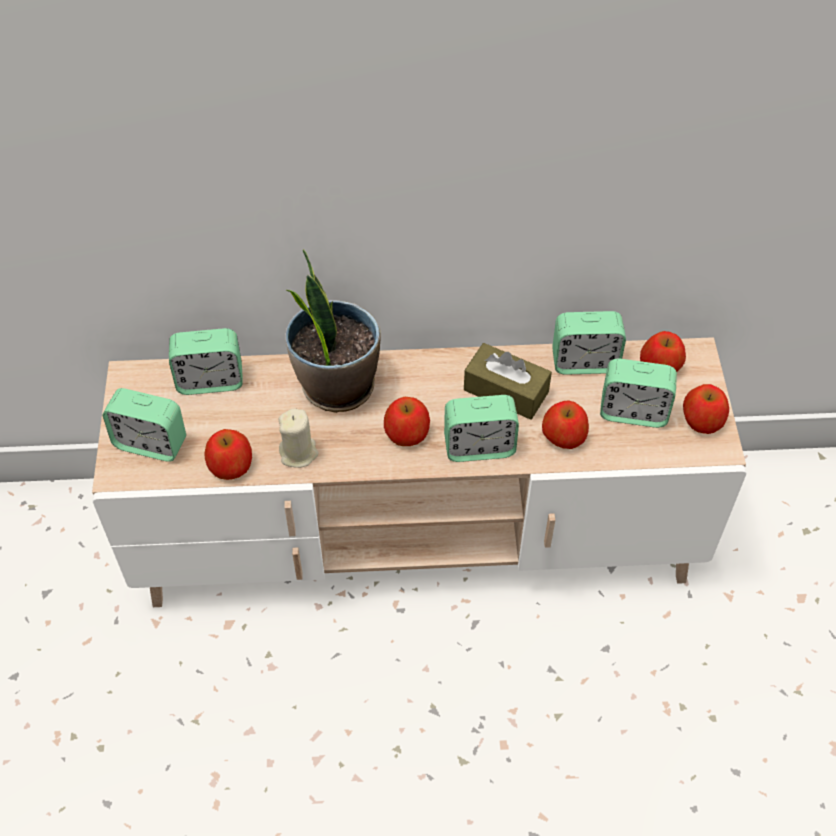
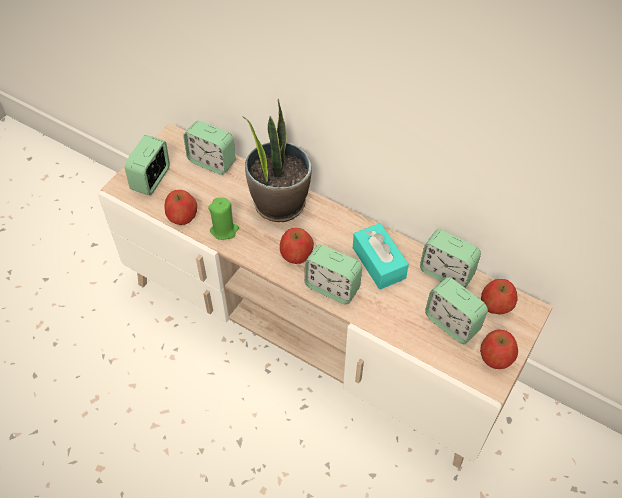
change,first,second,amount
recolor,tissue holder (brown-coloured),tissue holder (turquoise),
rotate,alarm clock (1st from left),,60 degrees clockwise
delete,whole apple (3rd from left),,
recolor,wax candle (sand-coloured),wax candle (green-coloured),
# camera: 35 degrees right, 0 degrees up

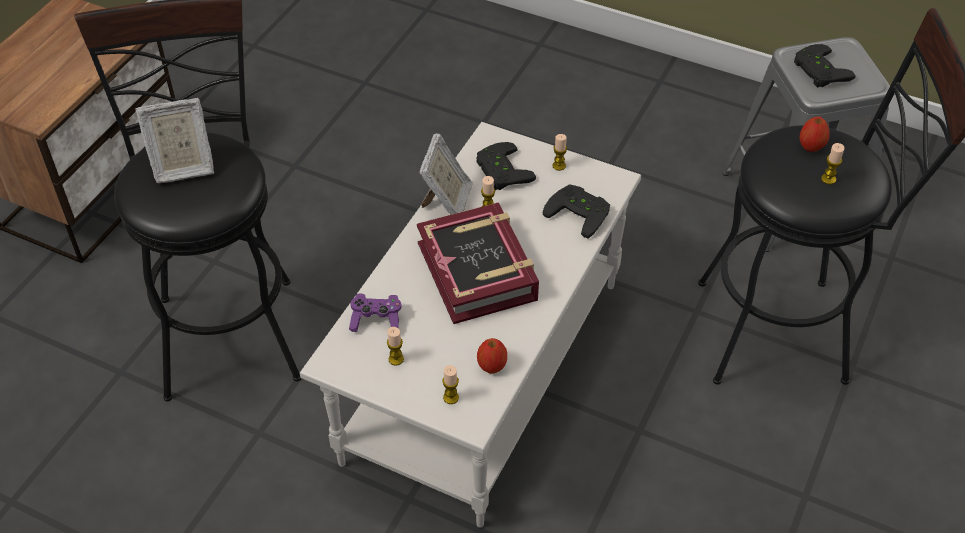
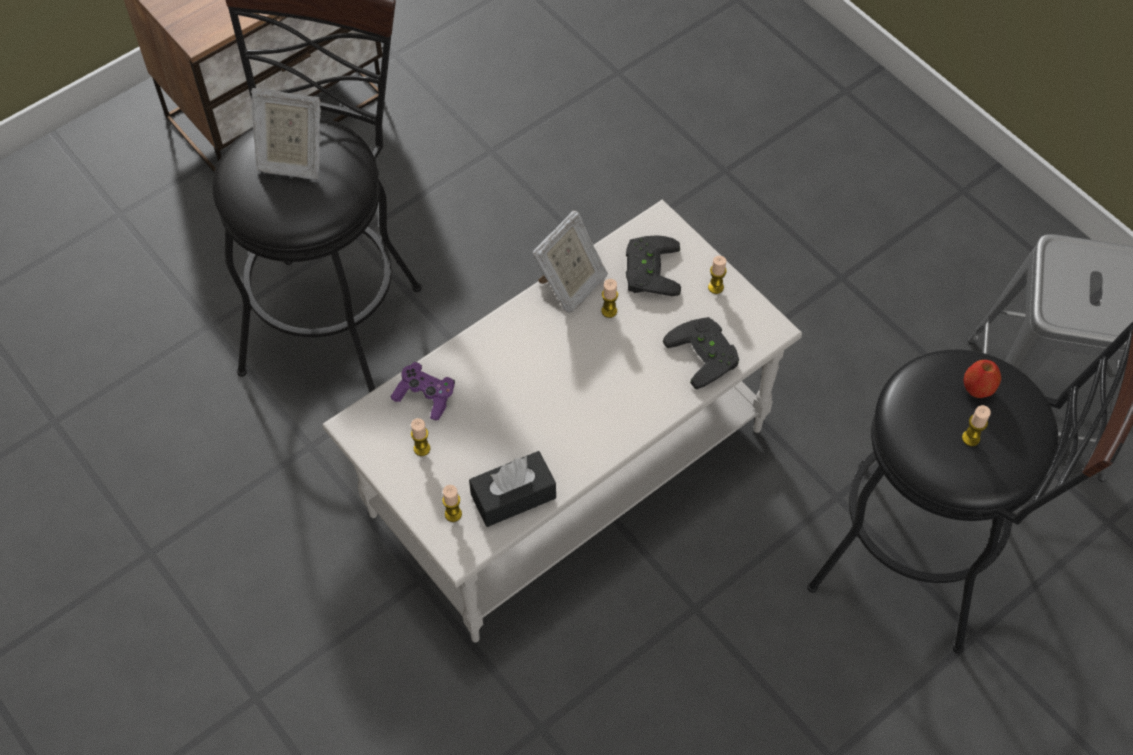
change,first,second,amount
delete,gamepad (blackish) (3rd from left),,
delete,bound book,,
replace,whole apple (1st from left),tissue holder (blackish),
# camera: 25 degrees right, 10 degrees up

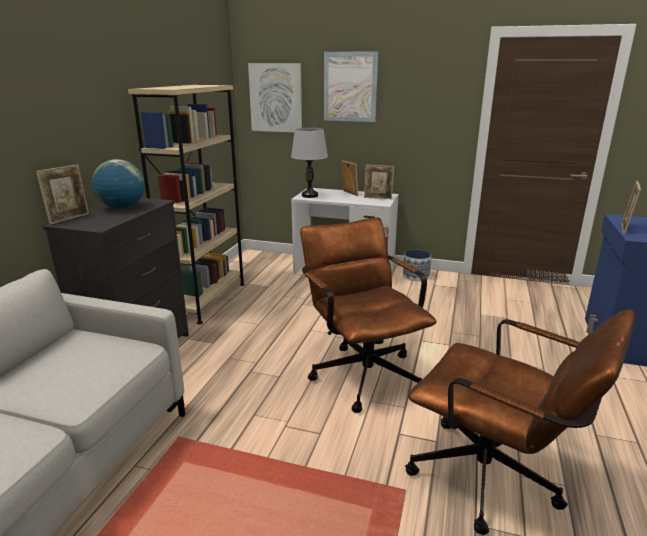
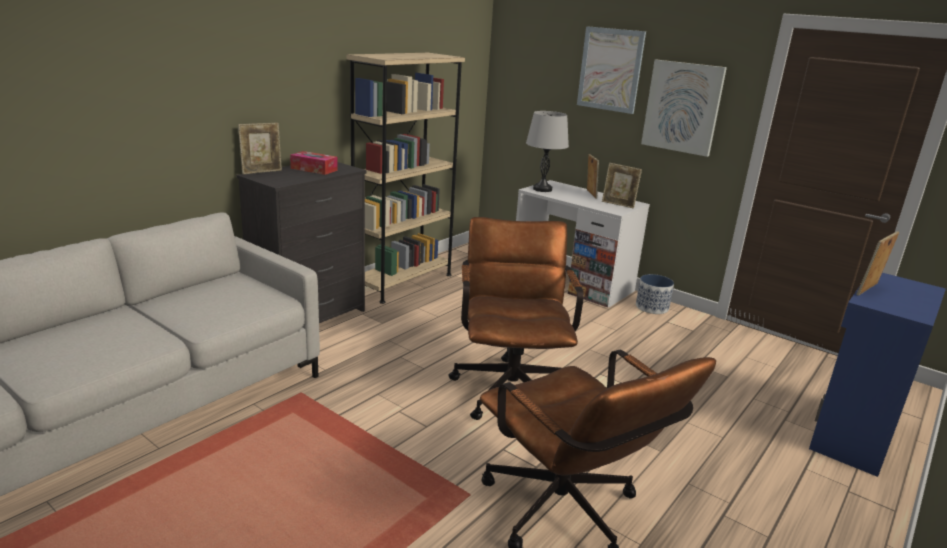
change,first,second,amount
move,wall art (1st from left in the first image),wall art (2nd from left),
replace,desk globe,tissue holder,
# camera: 20 degrees right, 0 degrees up

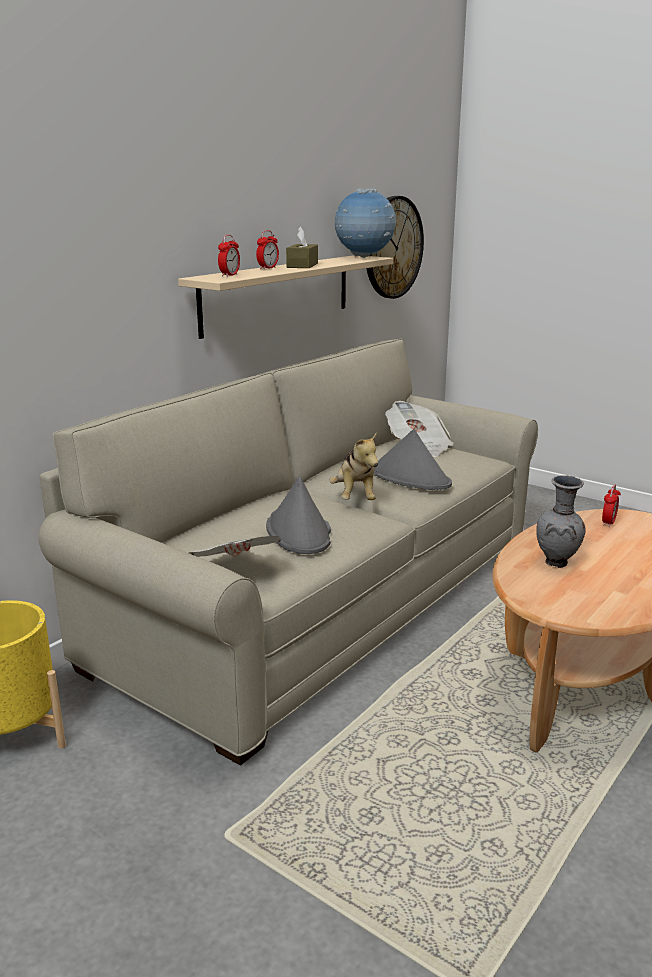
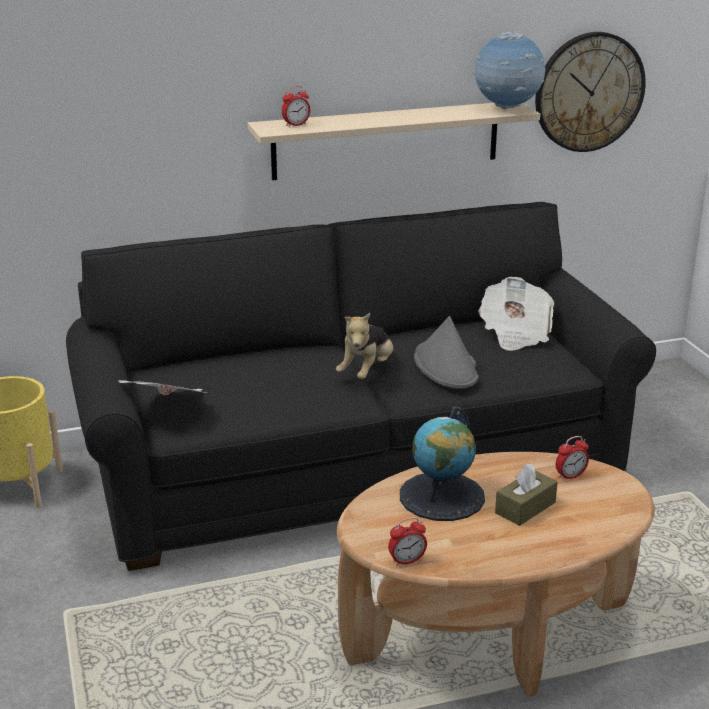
change,first,second,amount
move,tissue holder (brown-coloured),,
move,alarm clock (2nd from left),,
recolor,couch (sand-coloured),couch (blackish),
replace,flower vase (gray),desk globe (1st from left),
delete,wearable hat (gray) (1st from left),,
# camera: 35 degrees right, 5 degrees up

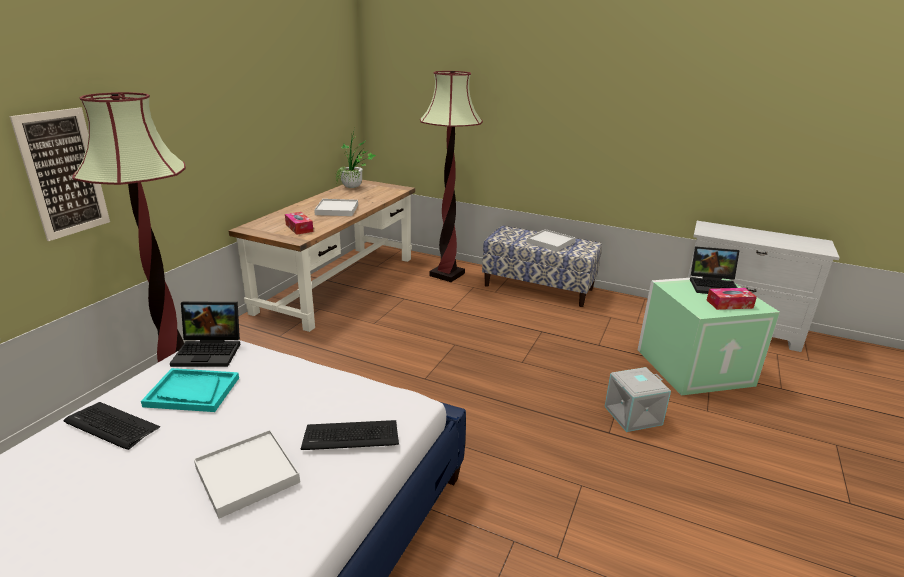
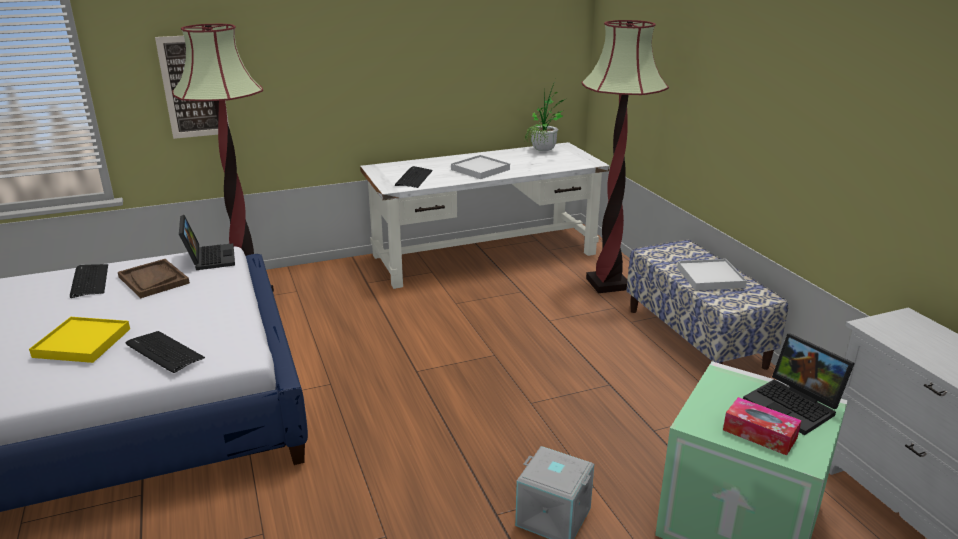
change,first,second,amount
recolor,desk (brown-coloured),desk (white),
replace,tissue holder (1st from left),PC keyboard (3rd from left),
rotate,notebook computer (1st from left),,150 degrees counterclockwise
recolor,carrying tray (turquoise),carrying tray (brown-coloured),
recolor,carrying tray (white) (1st from left),carrying tray (yellow-coloured),
# camera: 45 degrees right, 0 degrees up

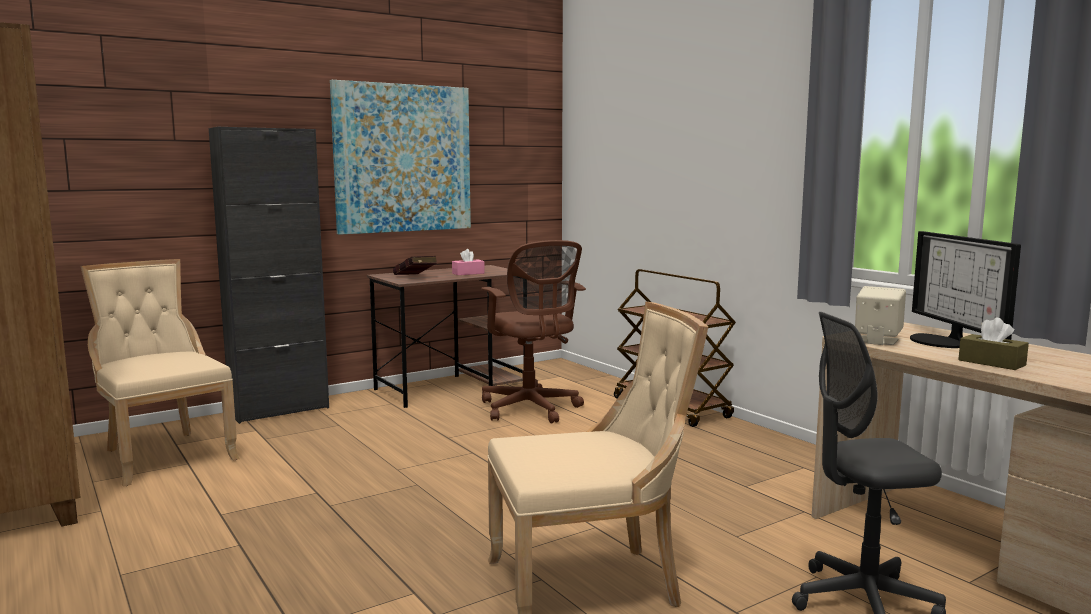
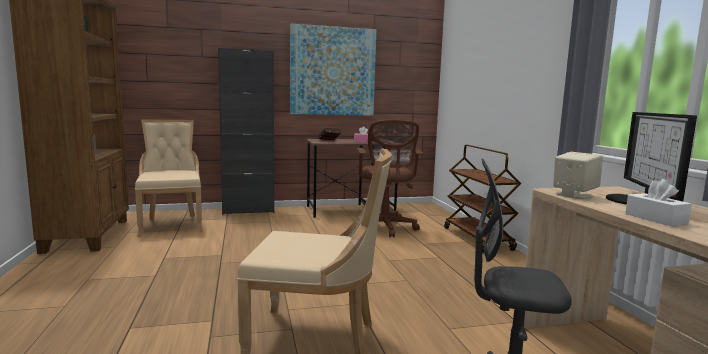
change,first,second,amount
recolor,tissue holder (brown-coloured),tissue holder (white),
# camera: 20 degrees right, 0 degrees up

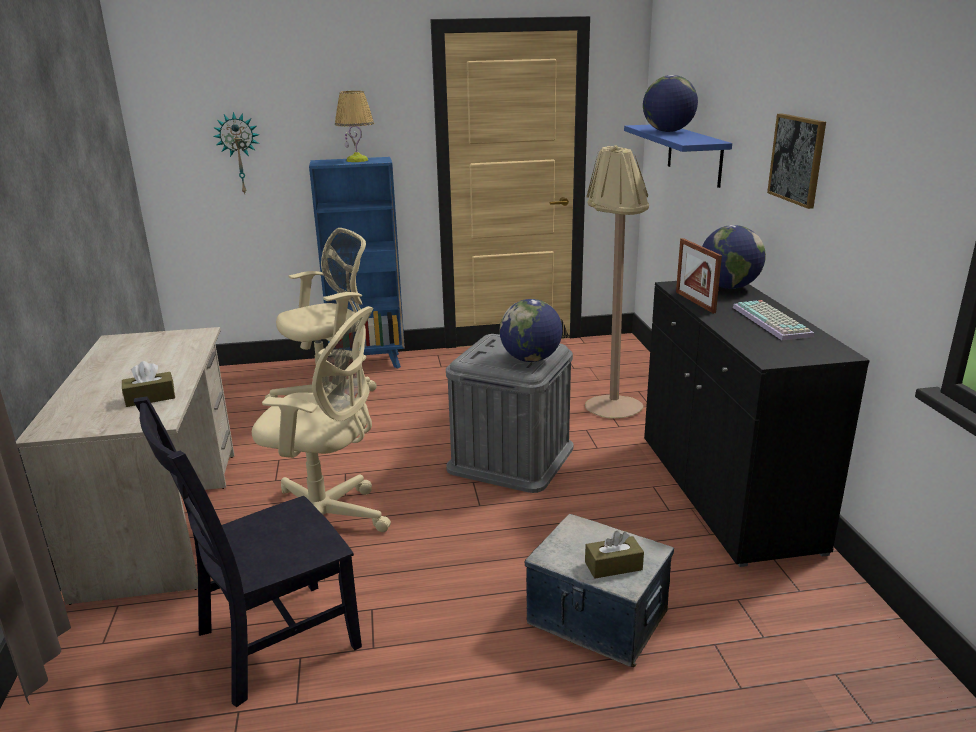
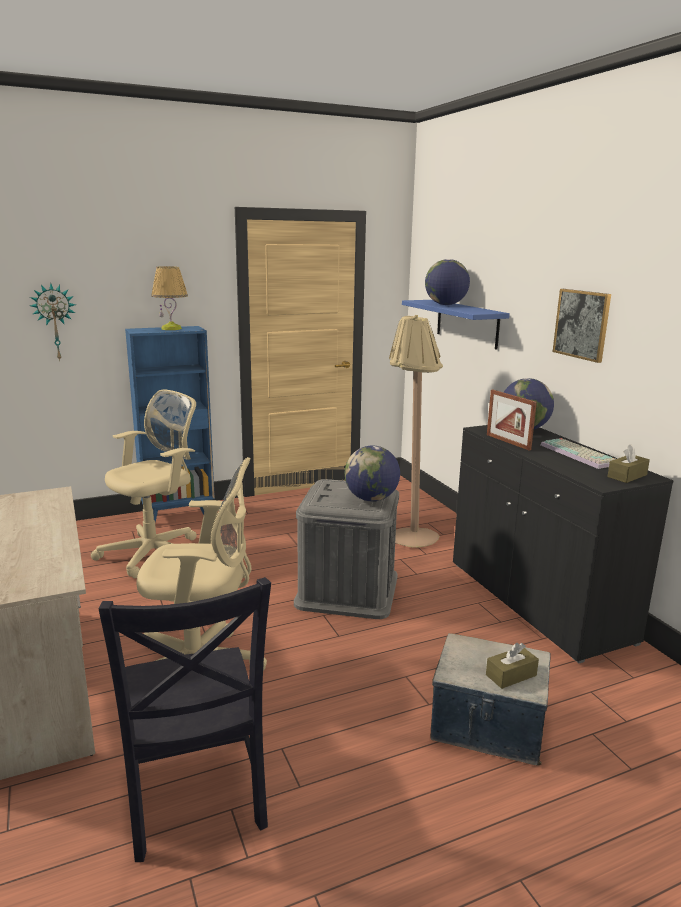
change,first,second,amount
move,tissue holder (brown-coloured) (1st from left in the first image),tissue holder (brown-coloured) (2nd from left),
rotate,plain chair (blackish),,60 degrees counterclockwise
# camera: 15 degrees left, 5 degrees down

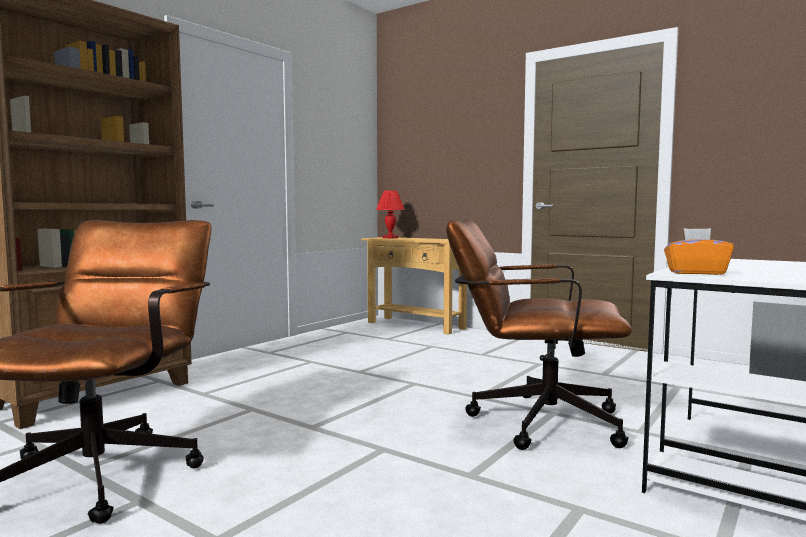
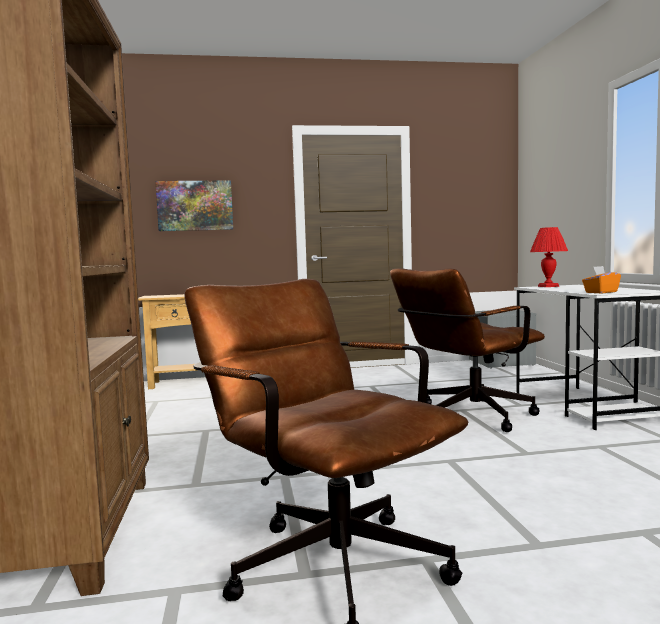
change,first,second,amount
move,tabletop lamp (red-coloured),,
insert,,wall art,
# camera: 45 degrees left, 0 degrees up

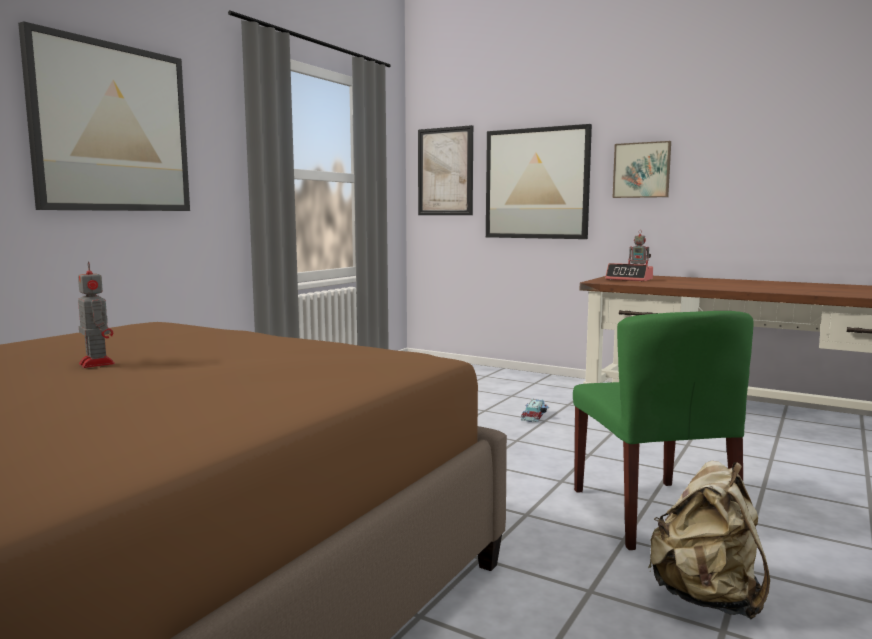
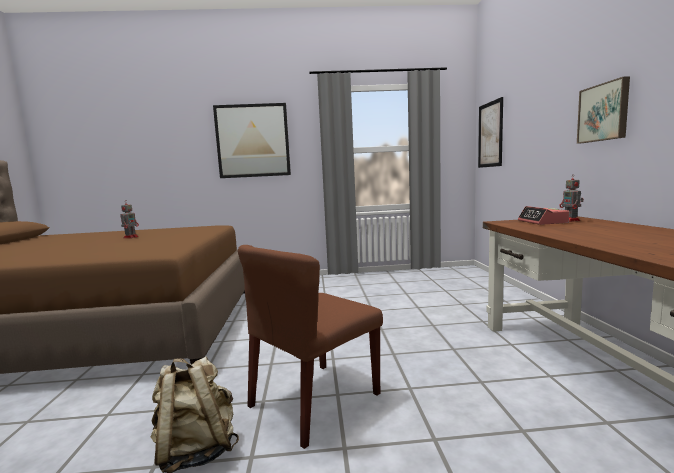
change,first,second,amount
delete,wall art (3rd from left),,
recolor,plain chair (green-coloured),plain chair (brown-coloured),
delete,toy car,,
# camera: 55 degrees right, 0 degrees up

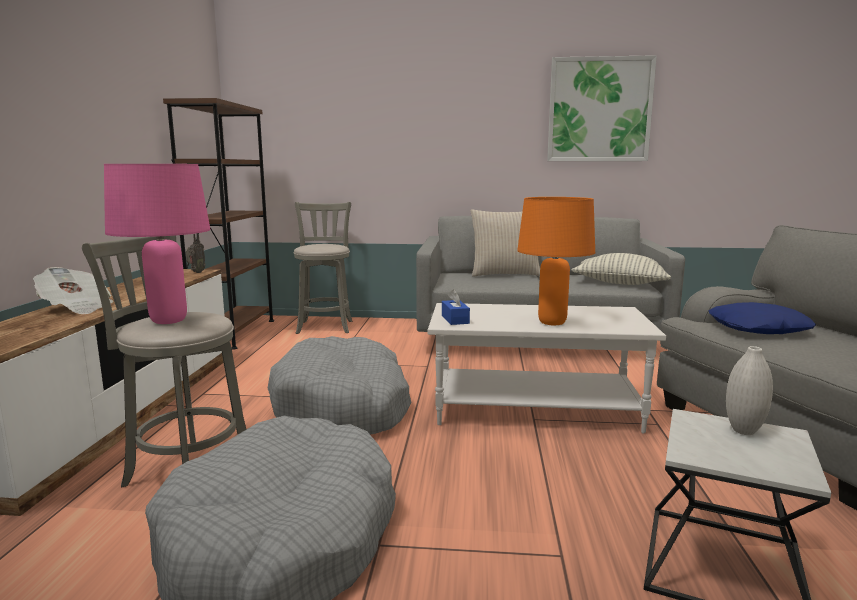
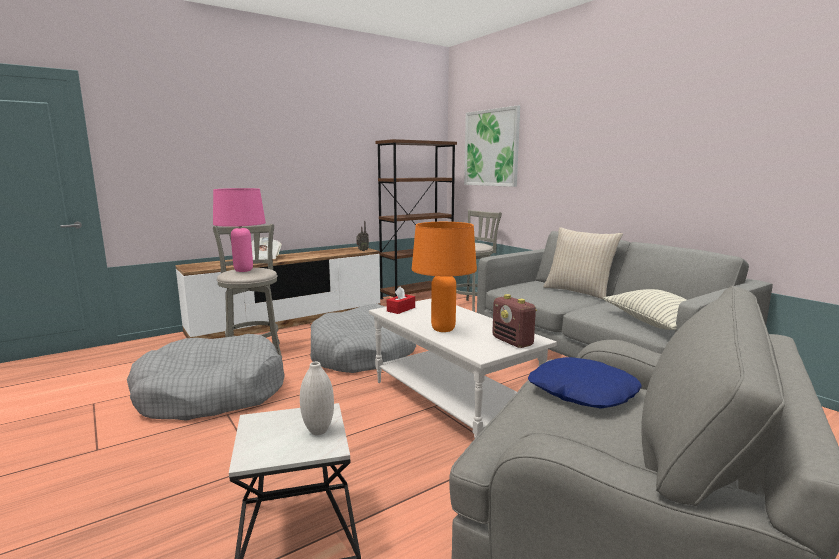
change,first,second,amount
move,wall art,,
recolor,tissue holder (blue-coloured),tissue holder (red-coloured),
insert,,radio receiver (2nd from left),
# camera: 50 degrees right, 0 degrees up

